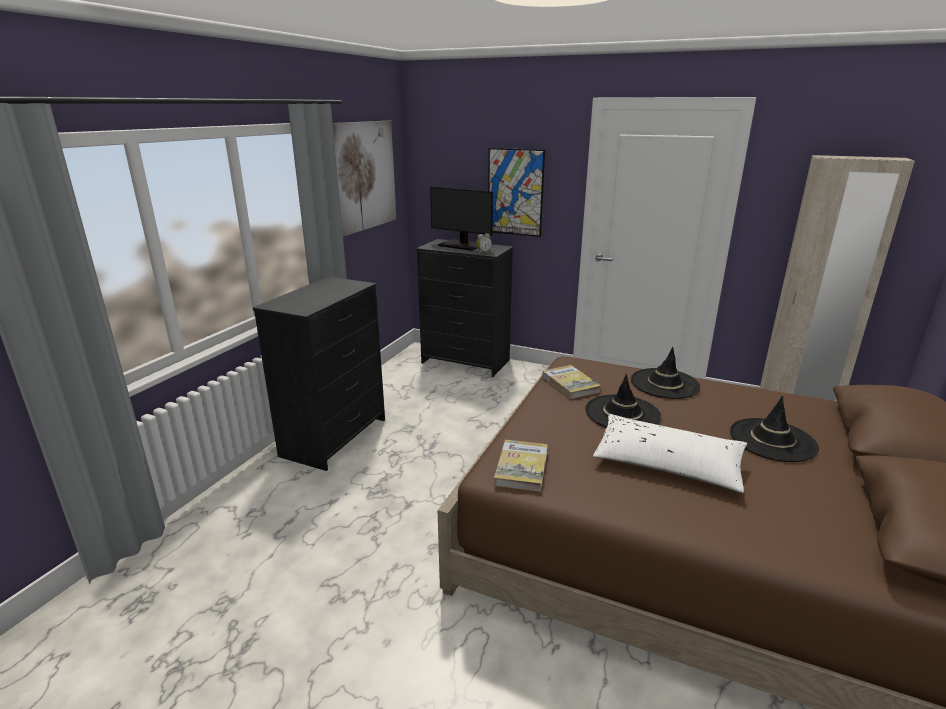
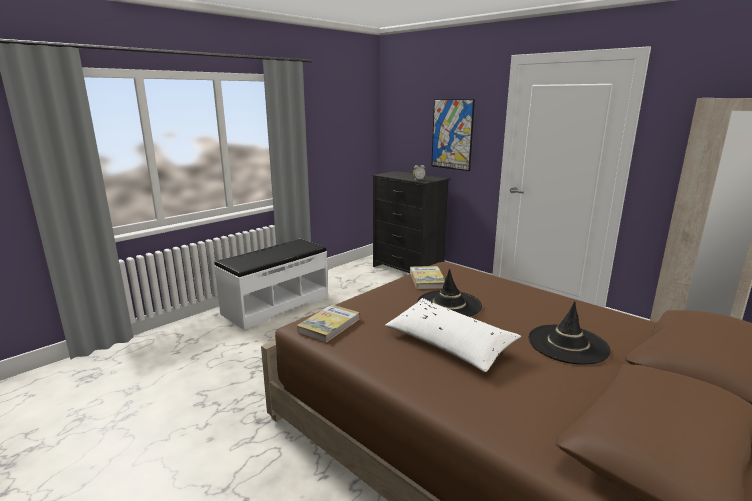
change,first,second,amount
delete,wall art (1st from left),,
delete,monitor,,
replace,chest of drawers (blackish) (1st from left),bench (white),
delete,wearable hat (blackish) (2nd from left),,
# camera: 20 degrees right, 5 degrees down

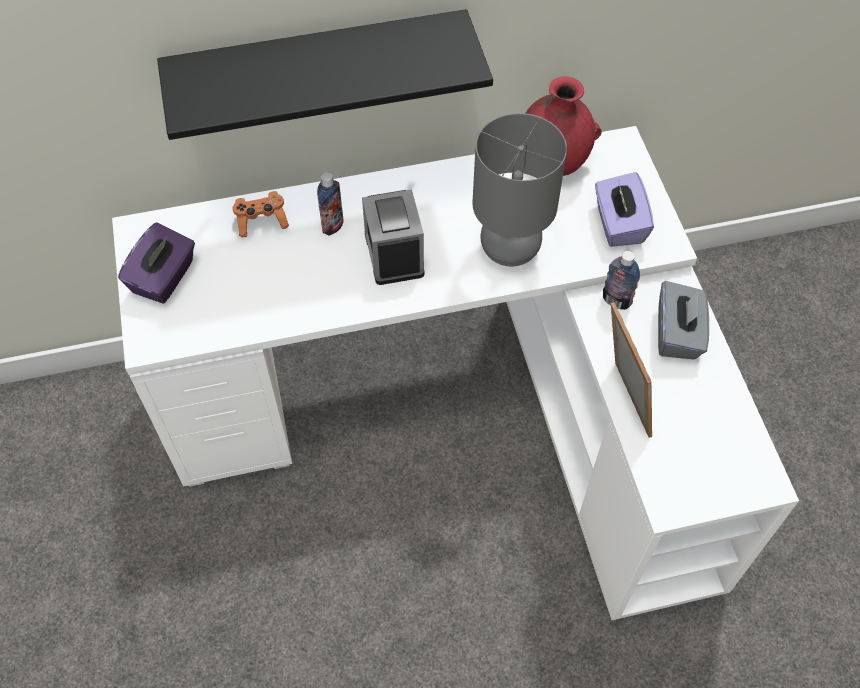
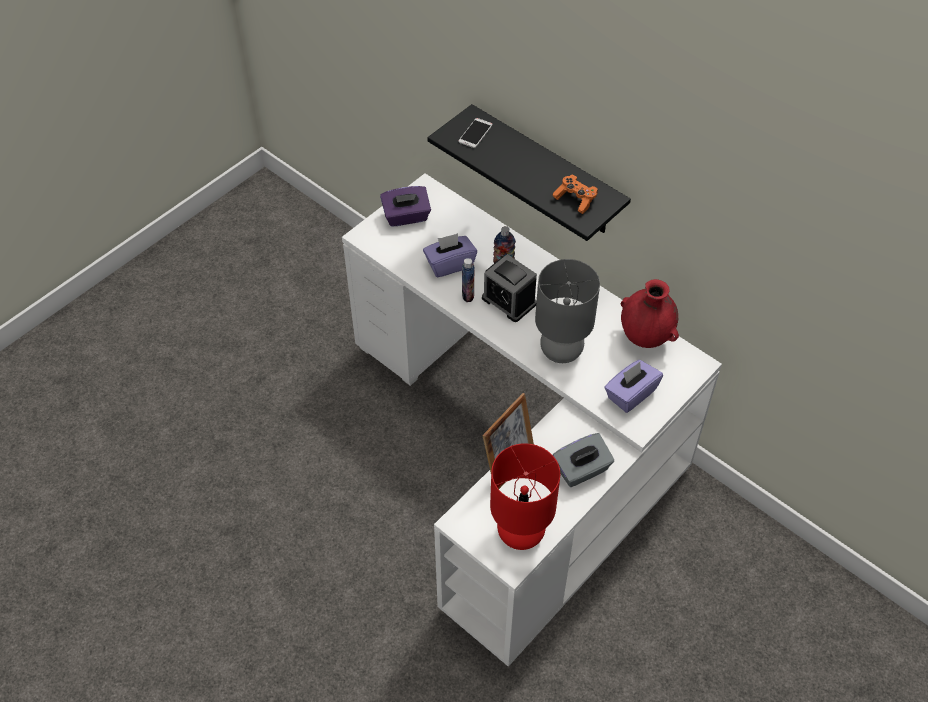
change,first,second,amount
rotate,alarm clock,,90 degrees counterclockwise
move,gamepad (orange),,
move,beverage bottle (2nd from left in the first image),beverage bottle (1st from left),
insert,,handset,
insert,,tissue holder (purple) (2nd from left),
insert,,tabletop lamp (red-coloured),
# camera: 55 degrees right, 5 degrees down

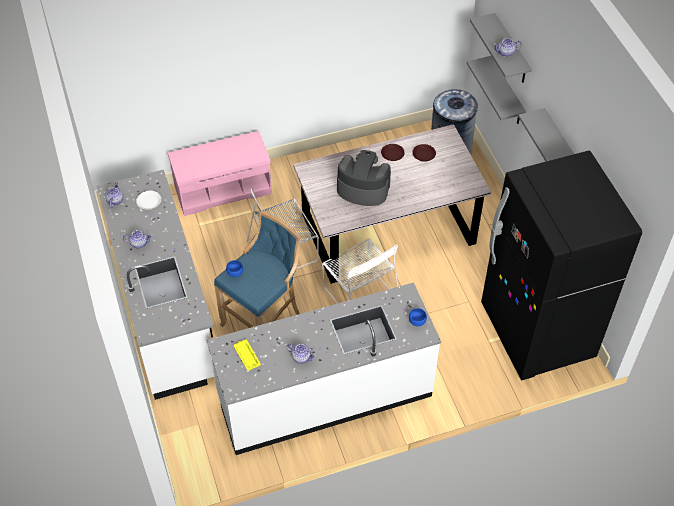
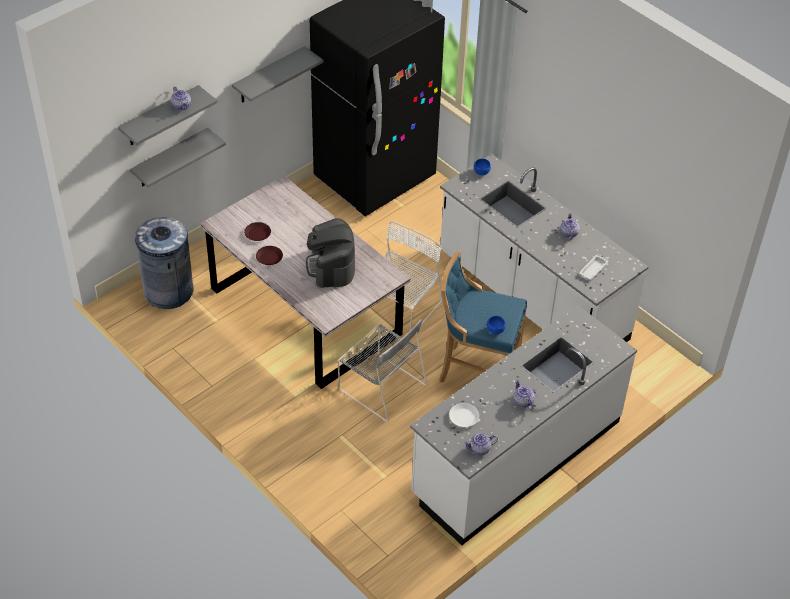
change,first,second,amount
delete,bench (pinkish),,
recolor,carrying tray (yellow-coloured),carrying tray (white),
# camera: 115 degrees left, 5 degrees down

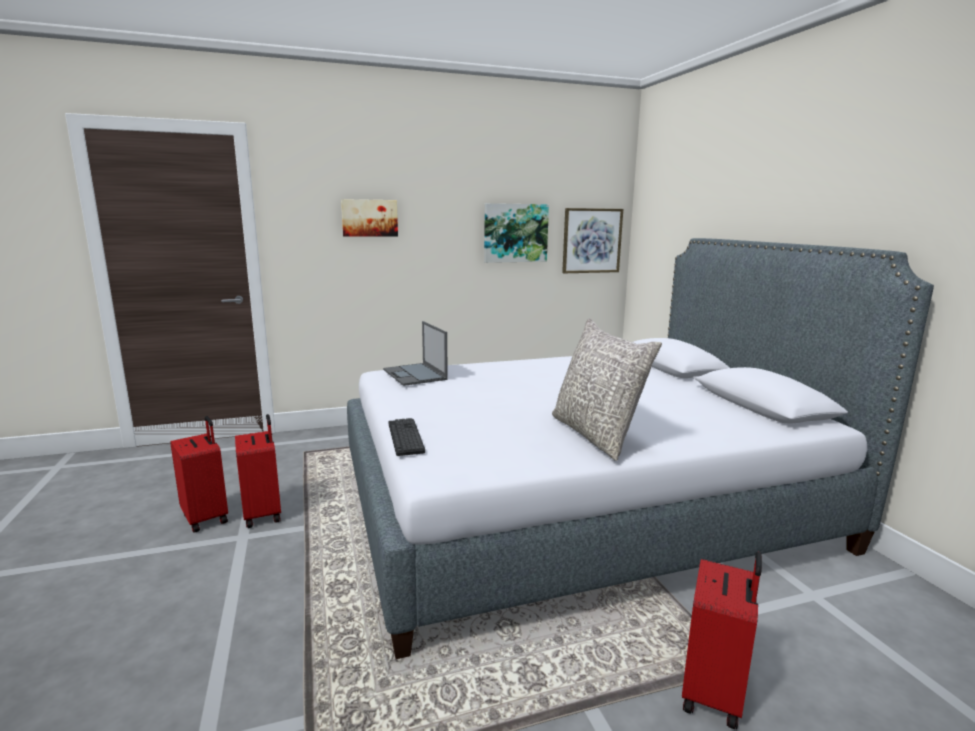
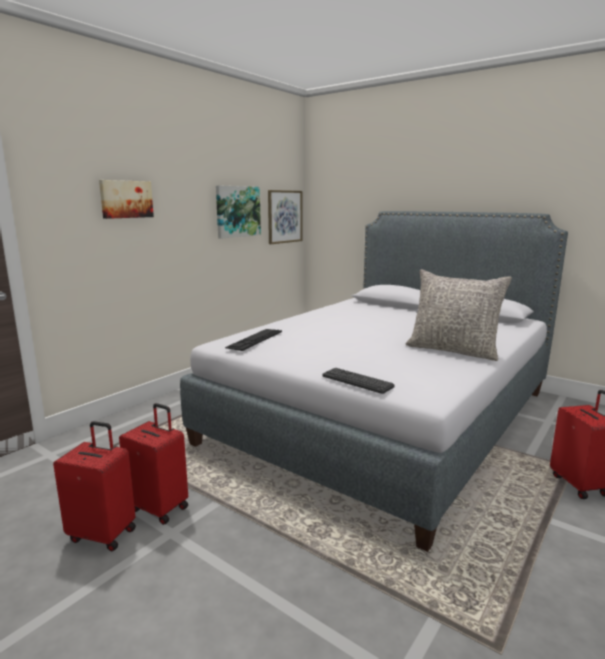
change,first,second,amount
replace,notebook computer,PC keyboard (1st from left),
# camera: 35 degrees left, 0 degrees up

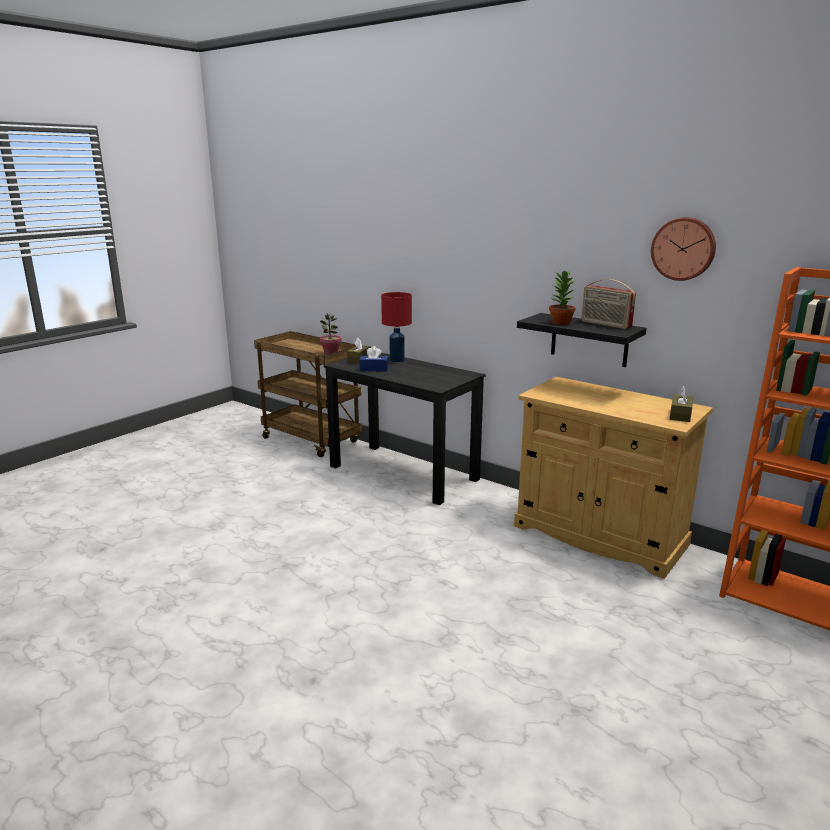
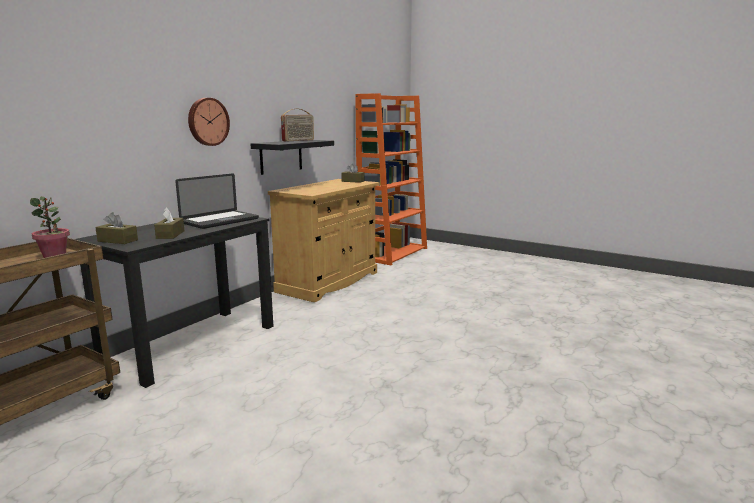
change,first,second,amount
move,clock on the wall,,
delete,potted plant (2nd from left),,
delete,tabletop lamp (red-coloured),,
recolor,tissue holder (blue-coloured),tissue holder (brown-coloured) (2nd from left),
insert,,notebook computer,
# camera: 95 degrees left, 5 degrees down

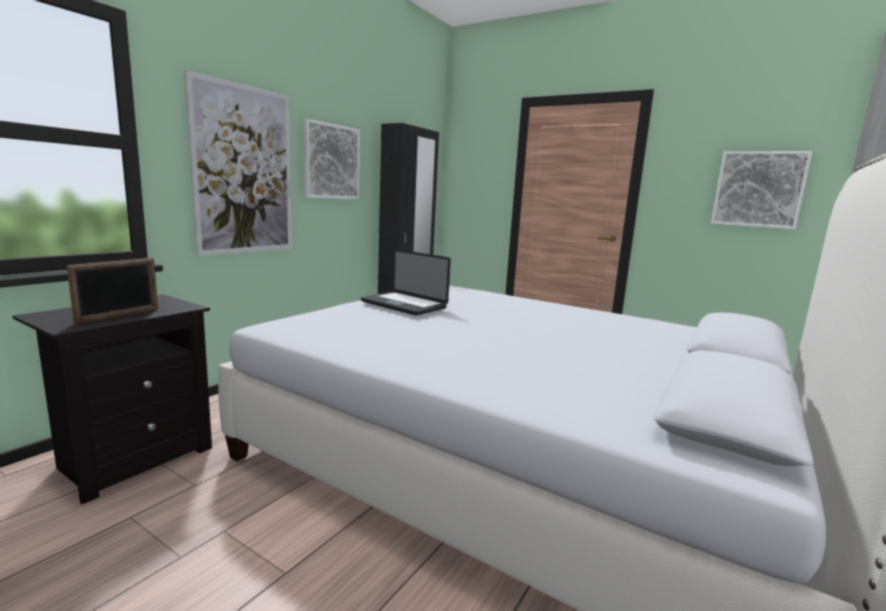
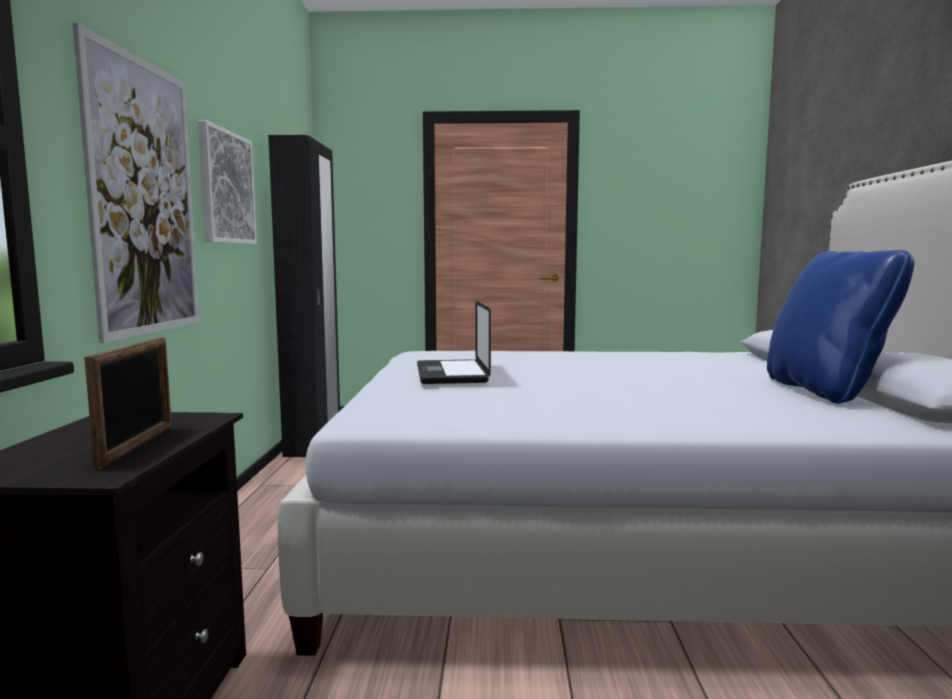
change,first,second,amount
delete,wall art (3rd from left),,
rotate,notebook computer,,75 degrees clockwise
insert,,throw pillow (blue-coloured),
# camera: 30 degrees left, 5 degrees down

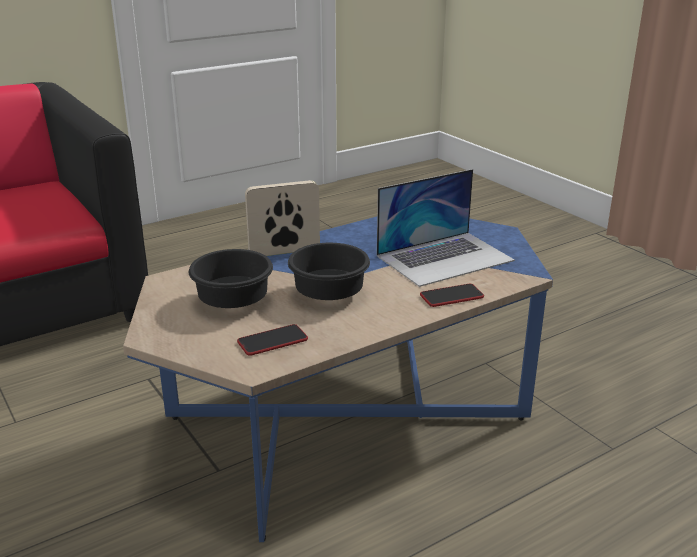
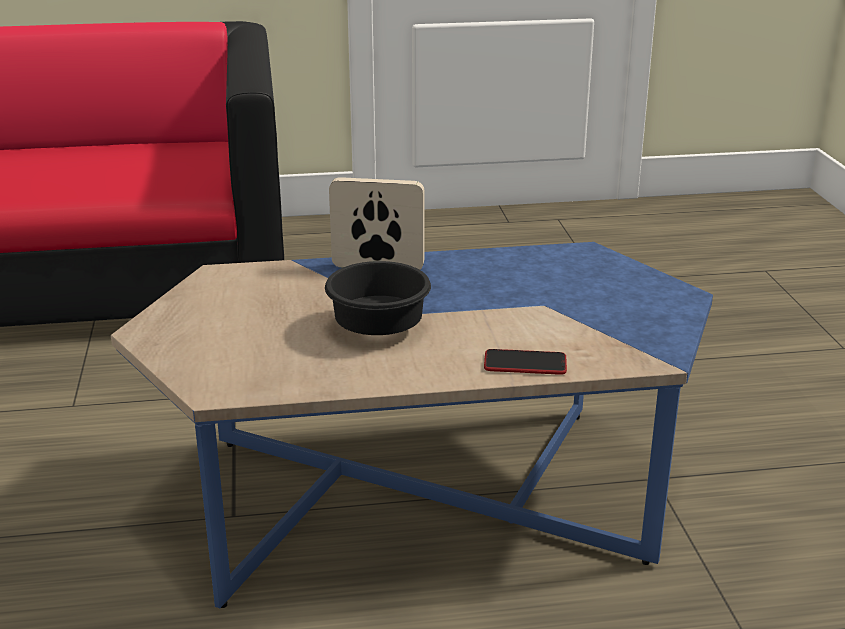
change,first,second,amount
delete,notebook computer,,
delete,serving bowl (blackish) (1st from left),,
delete,handset (1st from left),,
# camera: 25 degrees right, 0 degrees up

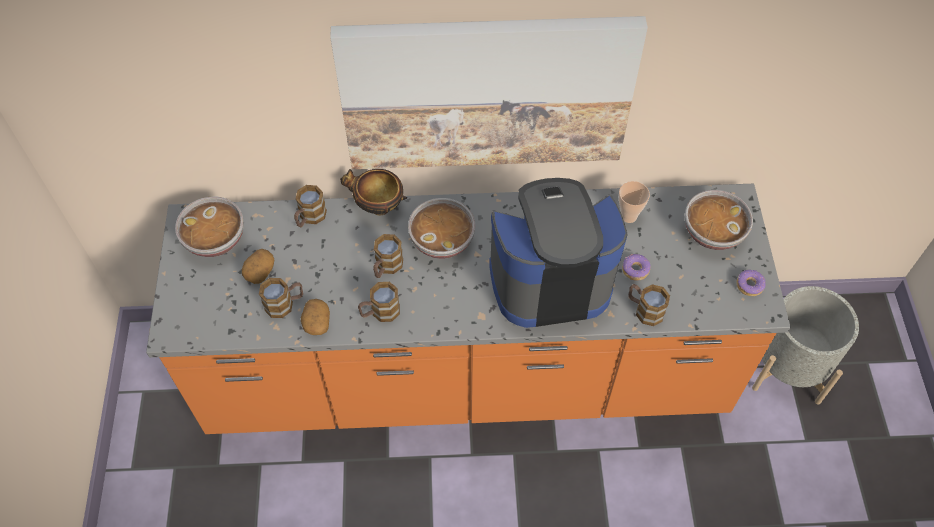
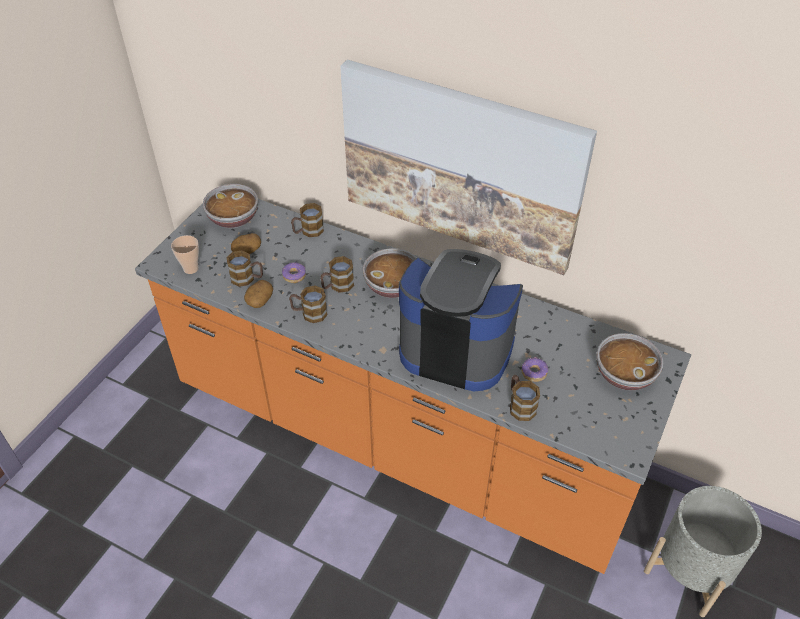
change,first,second,amount
delete,serving bowl (2nd from left),,
move,small cup,,
move,donut (2nd from left in the first image),donut (1st from left),
# camera: 30 degrees right, 10 degrees down

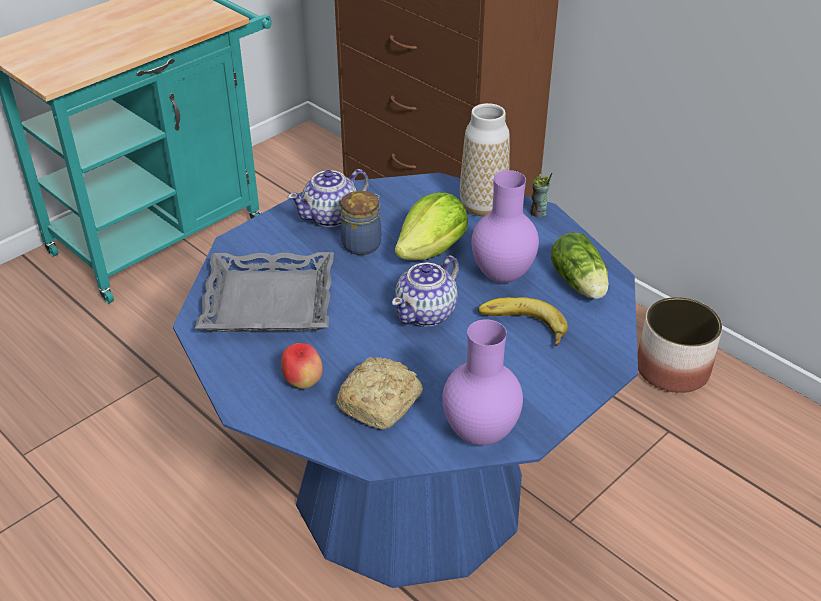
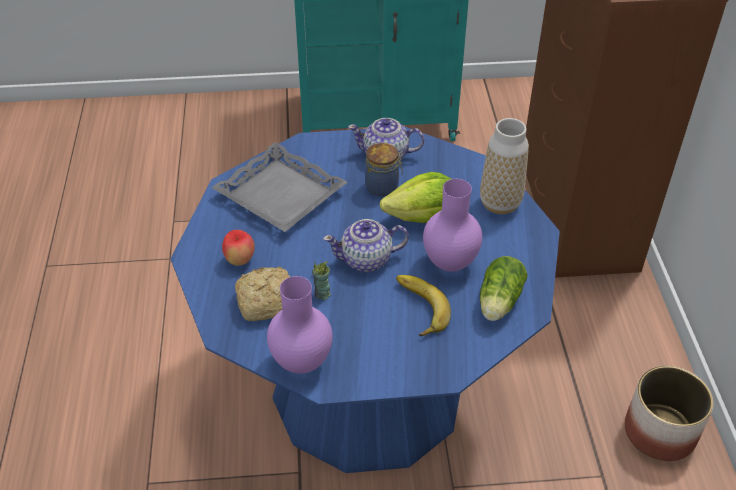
change,first,second,amount
move,small cup,,
# camera: 40 degrees right, 5 degrees up

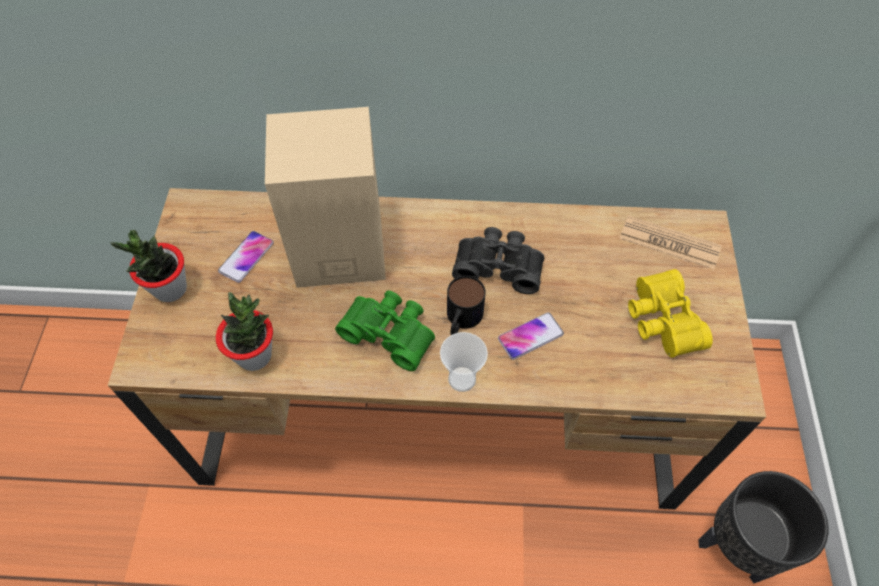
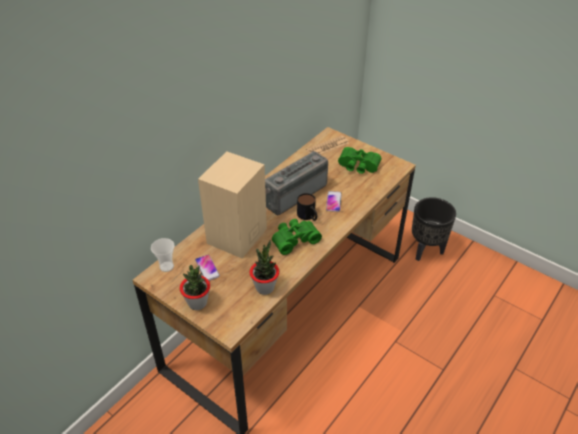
change,first,second,amount
replace,field glasses (blackish),radio receiver,
recolor,field glasses (yellow-coloured),field glasses (green-coloured) (2nd from left),
move,small cup,,
# camera: 55 degrees left, 15 degrees down

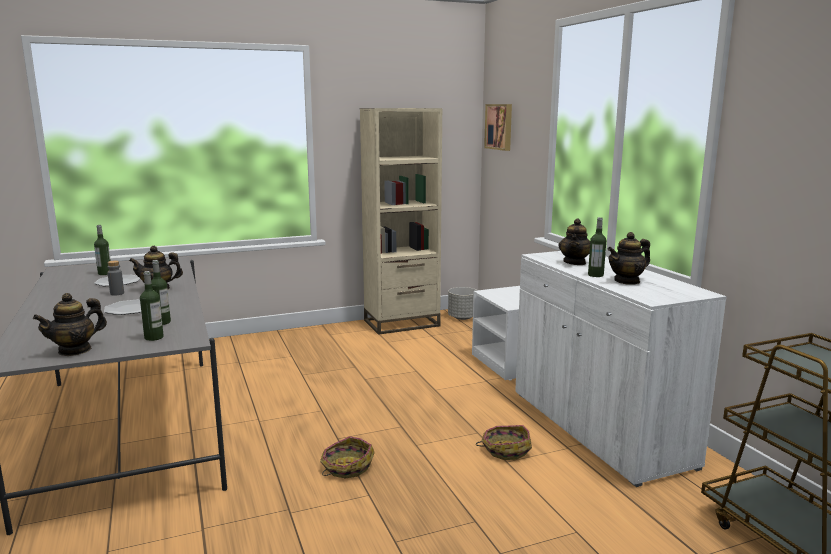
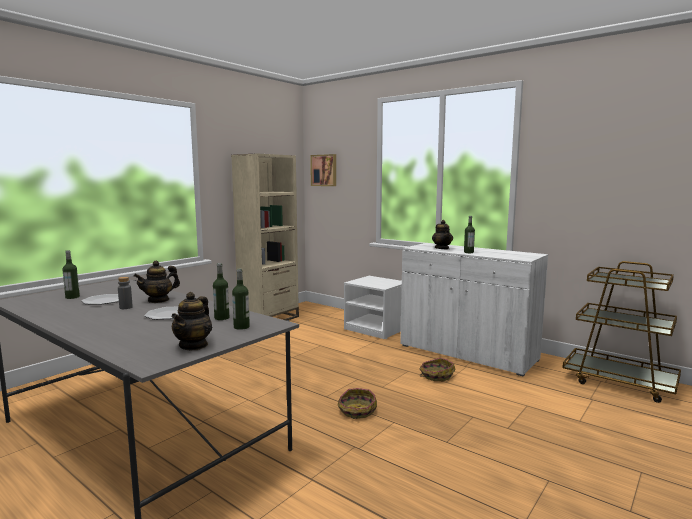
change,first,second,amount
delete,pot for tea (4th from left),,
delete,planter (gray),,
# camera: 30 degrees left, 5 degrees down

